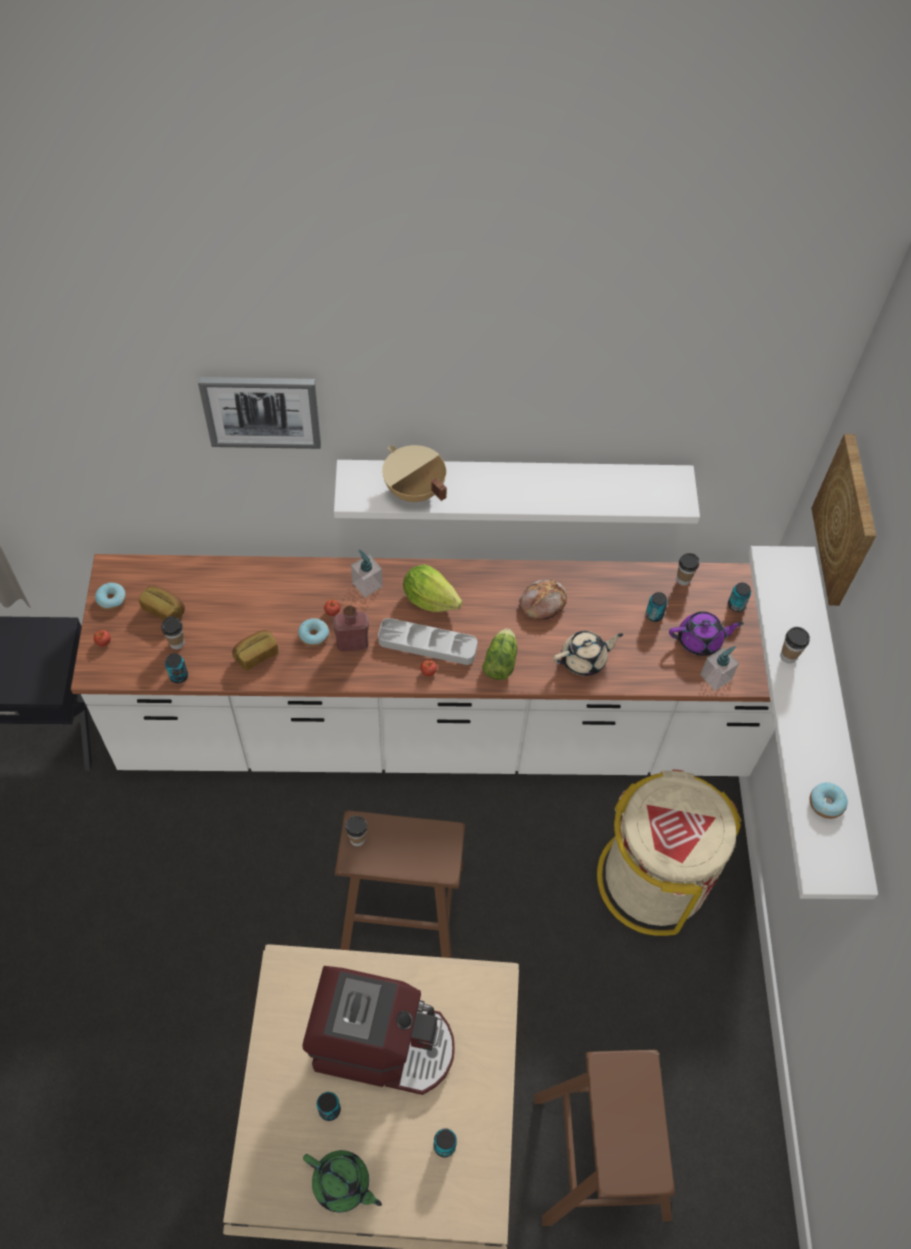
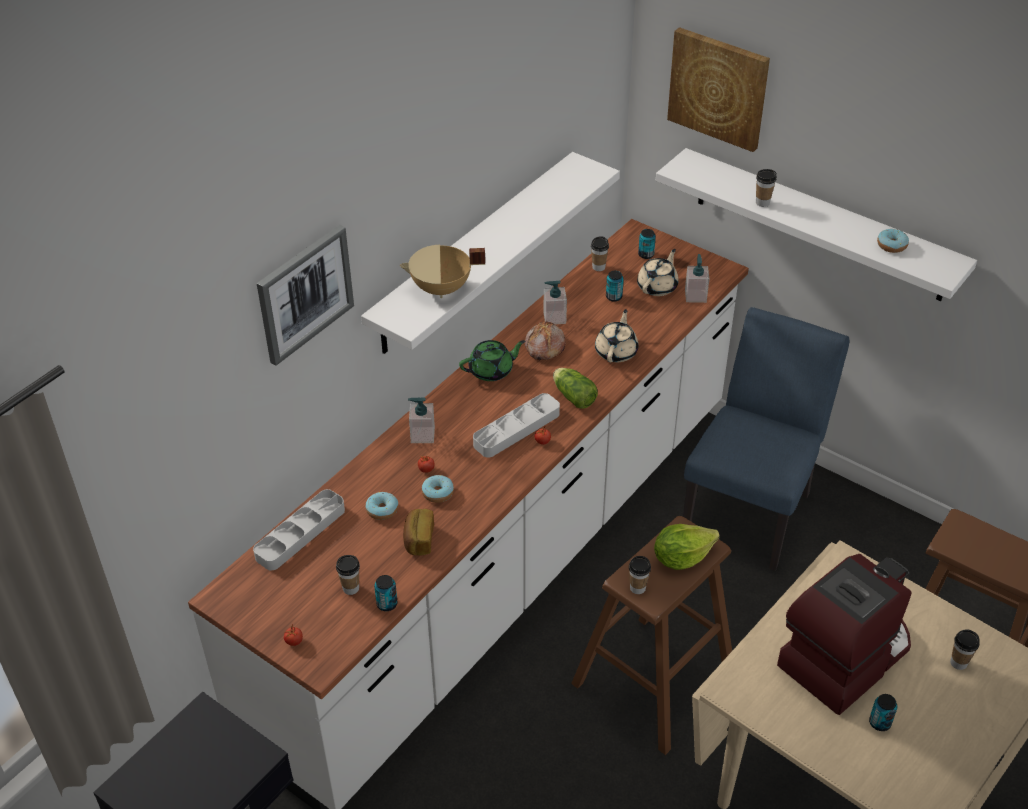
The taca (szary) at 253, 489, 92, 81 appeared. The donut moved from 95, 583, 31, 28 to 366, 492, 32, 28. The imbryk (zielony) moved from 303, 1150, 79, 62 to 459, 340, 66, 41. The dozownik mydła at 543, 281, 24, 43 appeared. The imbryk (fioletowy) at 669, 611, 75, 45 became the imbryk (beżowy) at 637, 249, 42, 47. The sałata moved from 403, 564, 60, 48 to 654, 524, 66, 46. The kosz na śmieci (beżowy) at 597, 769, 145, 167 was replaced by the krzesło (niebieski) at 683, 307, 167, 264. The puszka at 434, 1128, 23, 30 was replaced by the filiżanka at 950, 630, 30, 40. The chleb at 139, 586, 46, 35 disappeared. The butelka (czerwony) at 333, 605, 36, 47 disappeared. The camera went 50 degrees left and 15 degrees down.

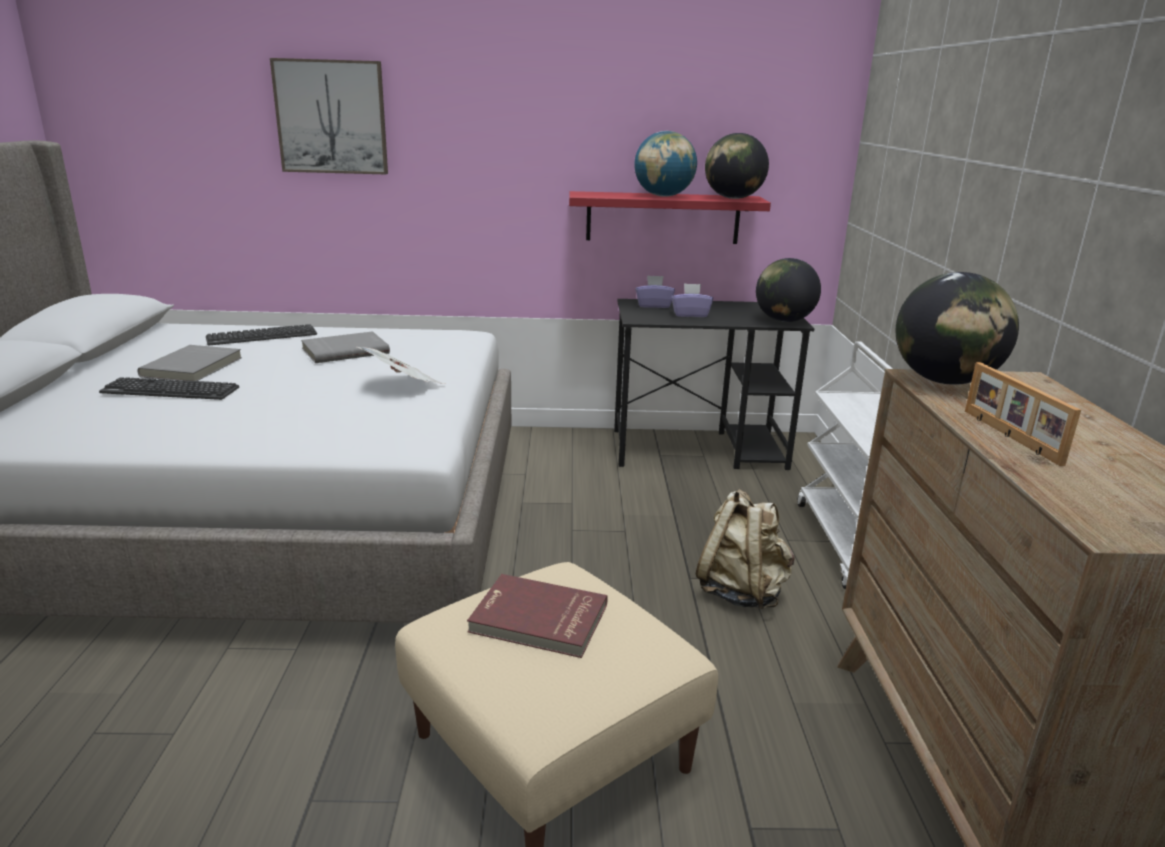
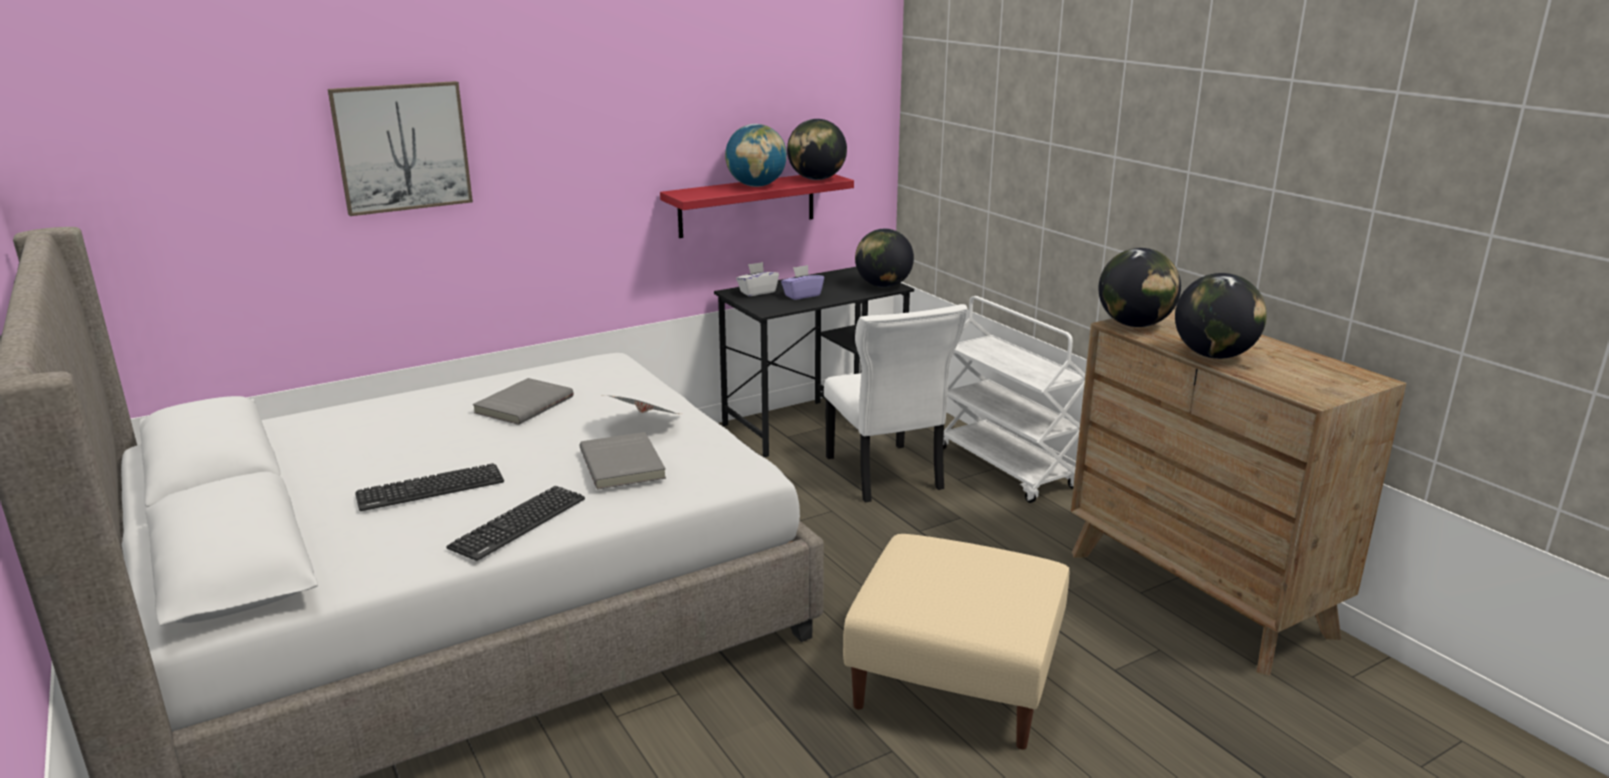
The klawiatura moved from 206, 324, 111, 21 to 446, 486, 139, 75. The książka (szary) moved from 137, 345, 105, 36 to 580, 432, 86, 57. The pudełko chusteczek (fioletowy) at 635, 275, 40, 33 became the pudełko chusteczek (biały) at 736, 262, 43, 34. The krzesło (biały) at 824, 304, 144, 199 appeared. The ramka na zdjęcie at 965, 362, 116, 104 was replaced by the globus at 1175, 273, 92, 86. The książka (czerwony) at 467, 574, 141, 84 disappeared. The plecak (beżowy) at 696, 489, 99, 120 disappeared. The camera went 30 degrees left and 0 degrees up.

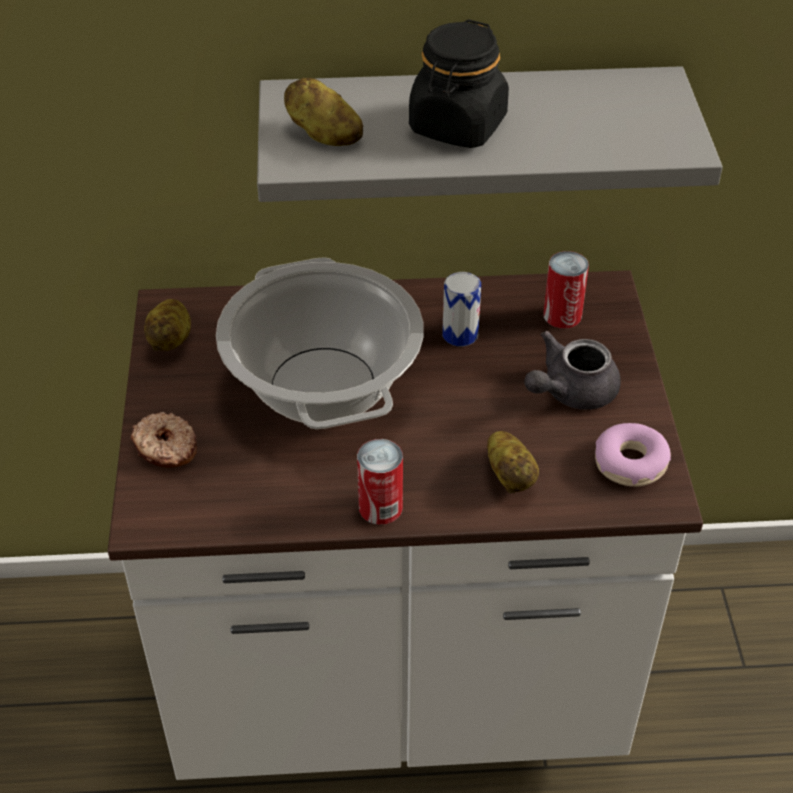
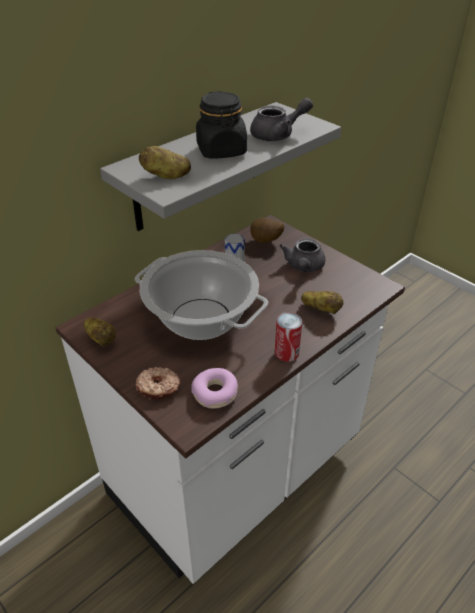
The donut moved from 595, 423, 76, 64 to 191, 368, 47, 40. The imbryk (szary) at 250, 98, 63, 43 appeared. The puszka at 543, 251, 46, 78 was replaced by the ziemniak at 250, 218, 34, 25. The camera went 40 degrees left and 5 degrees down.

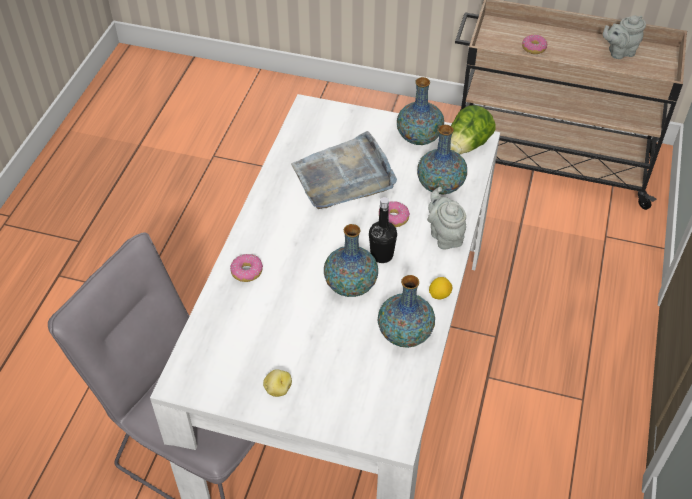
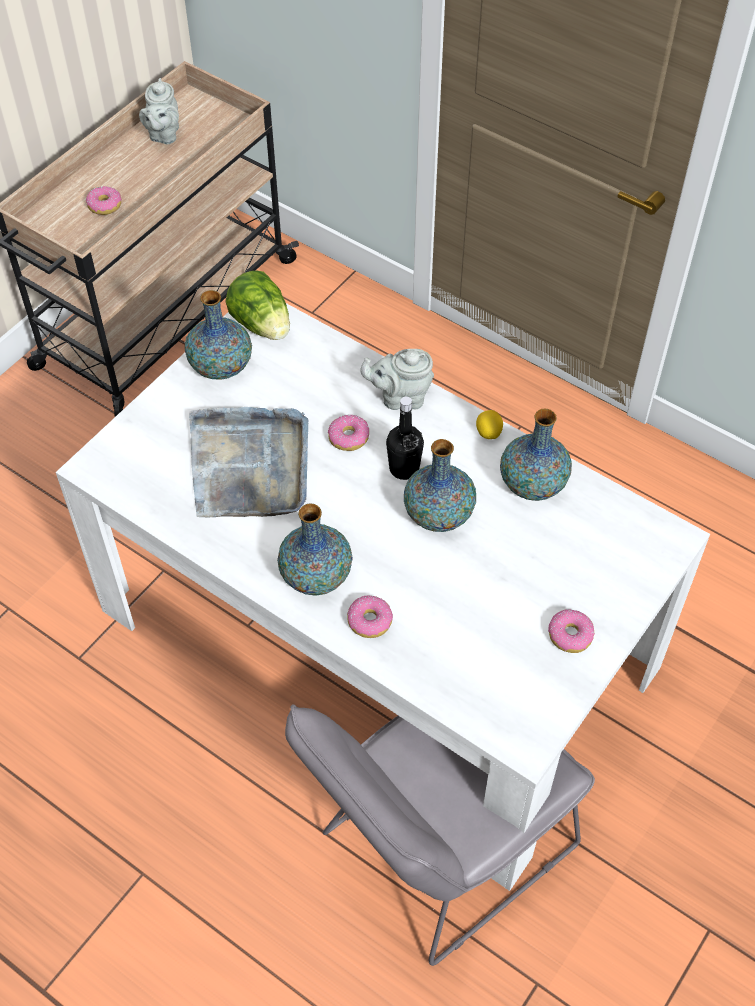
The wazon moved from 417, 125, 50, 70 to 277, 503, 76, 93. The ziemniak at 263, 369, 29, 28 was replaced by the donut at 548, 609, 47, 44. The camera went 70 degrees left and 5 degrees up.

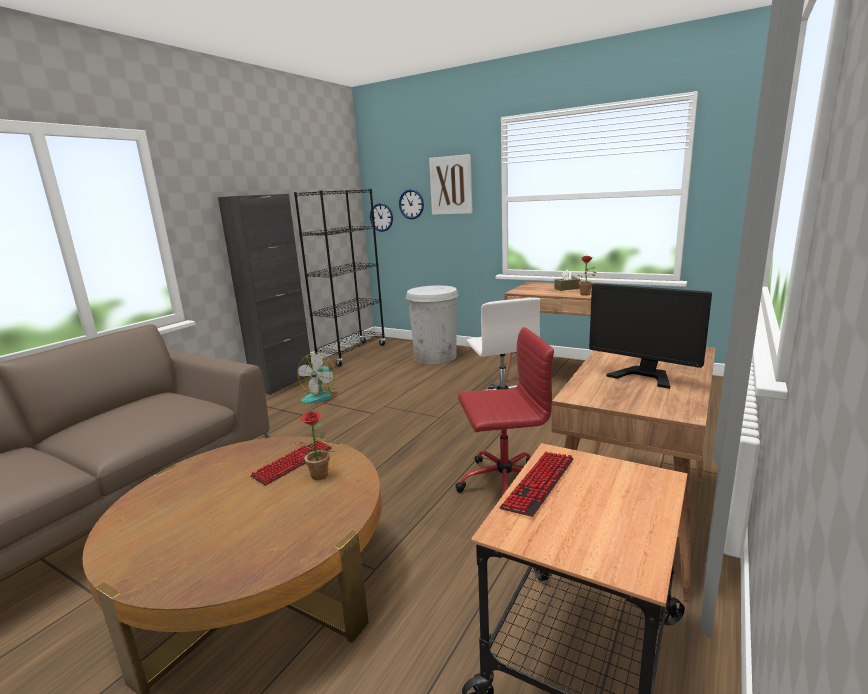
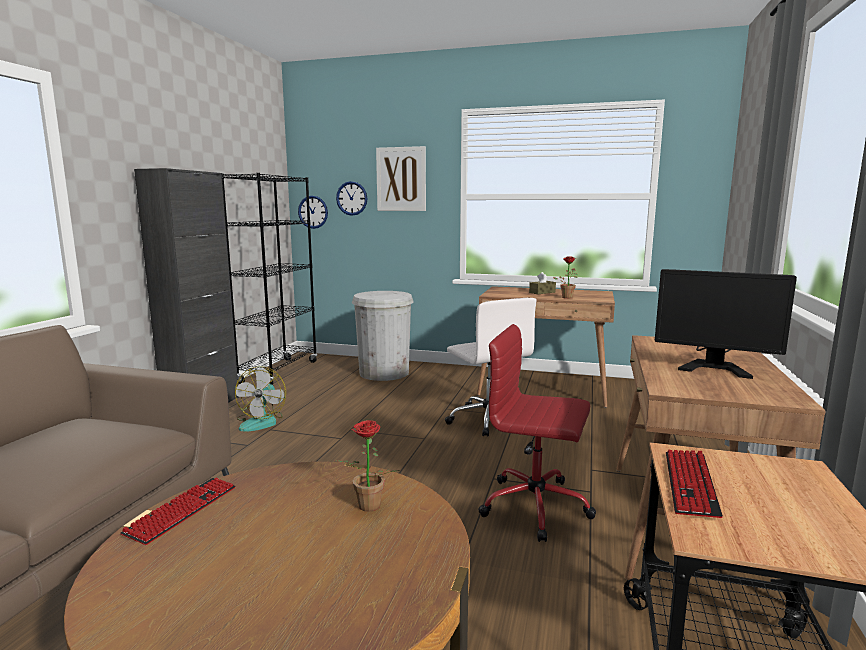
The klawiatura moved from 250, 441, 82, 45 to 120, 478, 116, 67. The krzesło biurowe (czerwony) at 455, 327, 99, 168 turned 135 degrees counterclockwise. The camera went 15 degrees left and 5 degrees down.

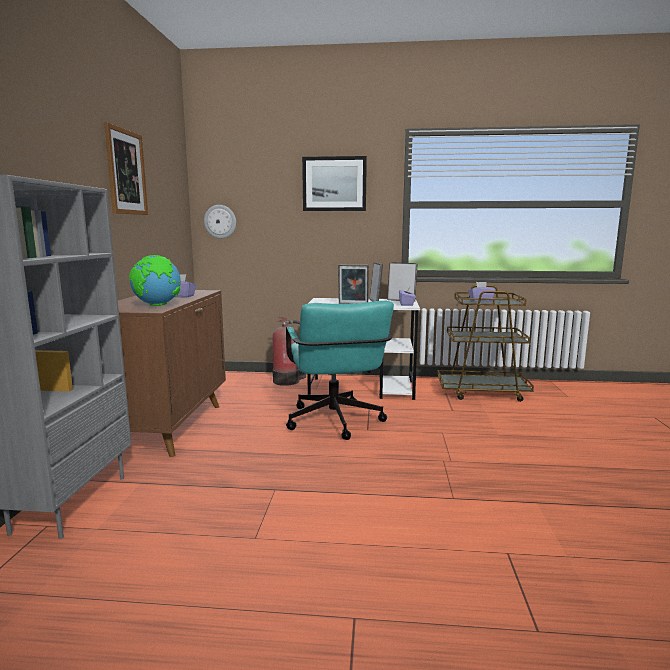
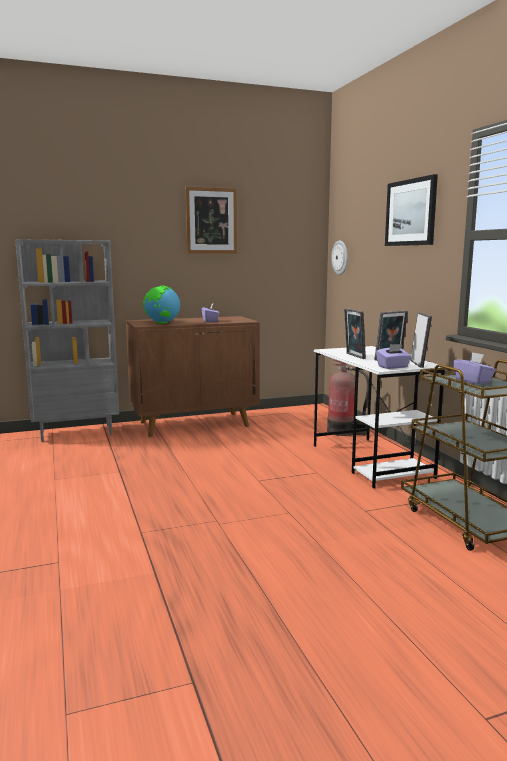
The krzesło biurowe (turkusowy) at 286, 301, 108, 139 disappeared. The camera went 65 degrees right and 0 degrees up.

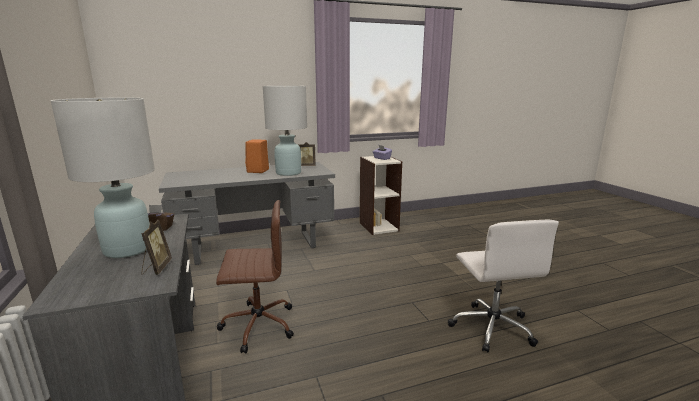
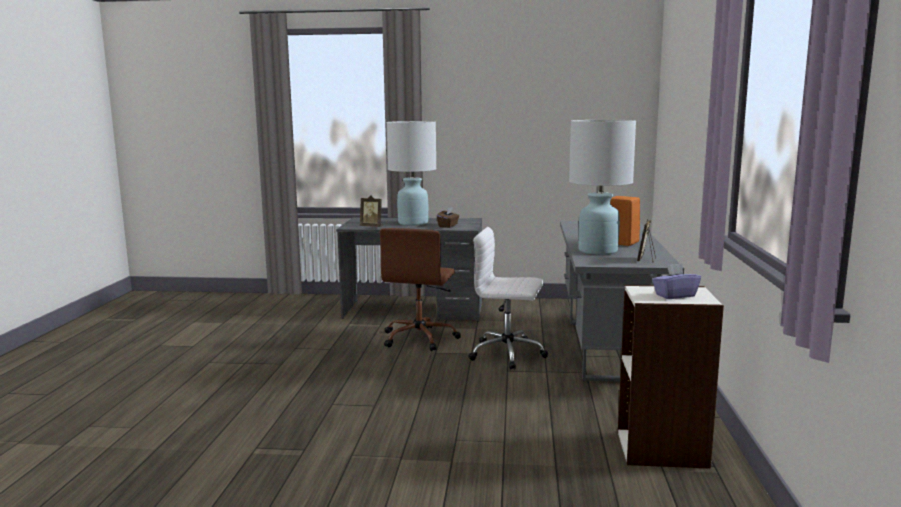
The krzesło biurowe (biały) moved from 448, 220, 111, 133 to 468, 227, 80, 143. The camera went 115 degrees right and 5 degrees down.

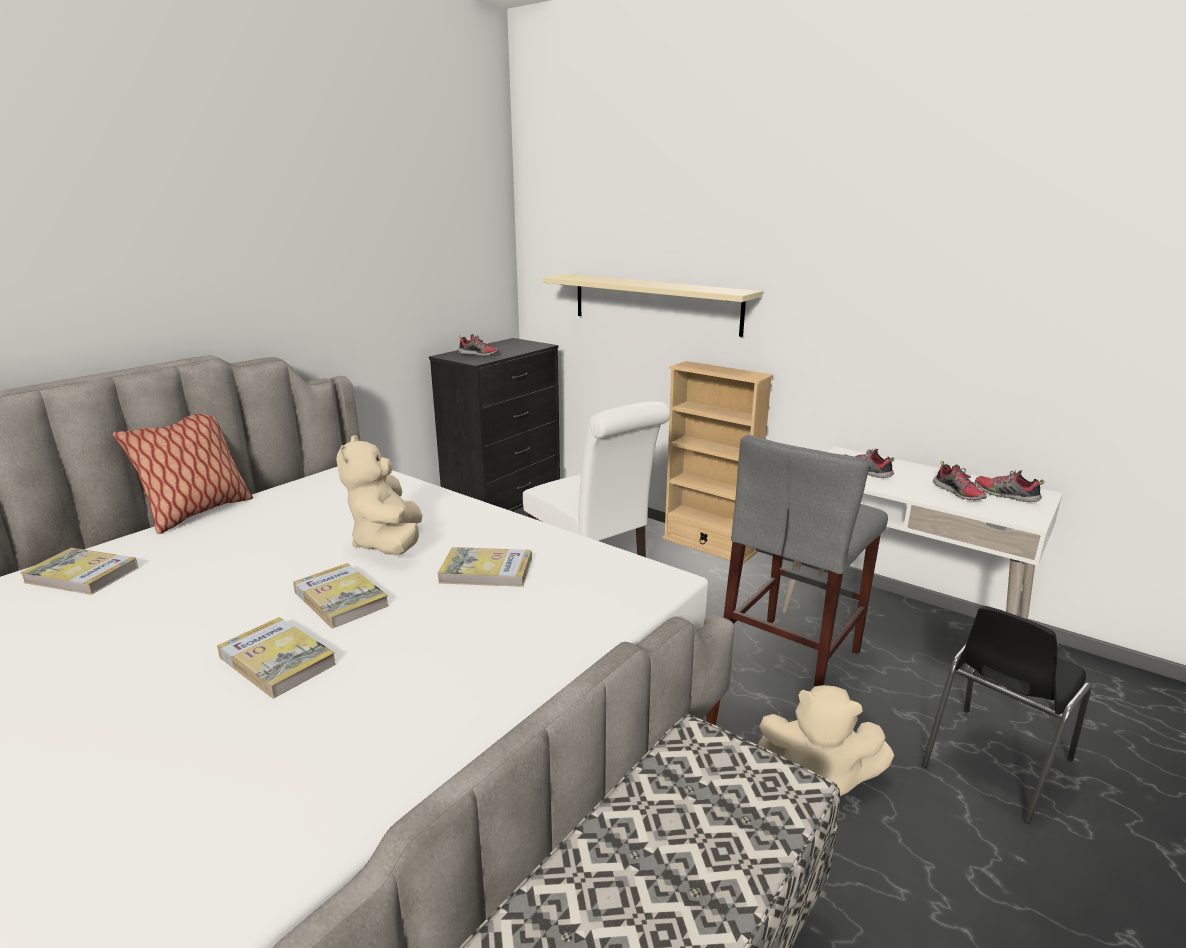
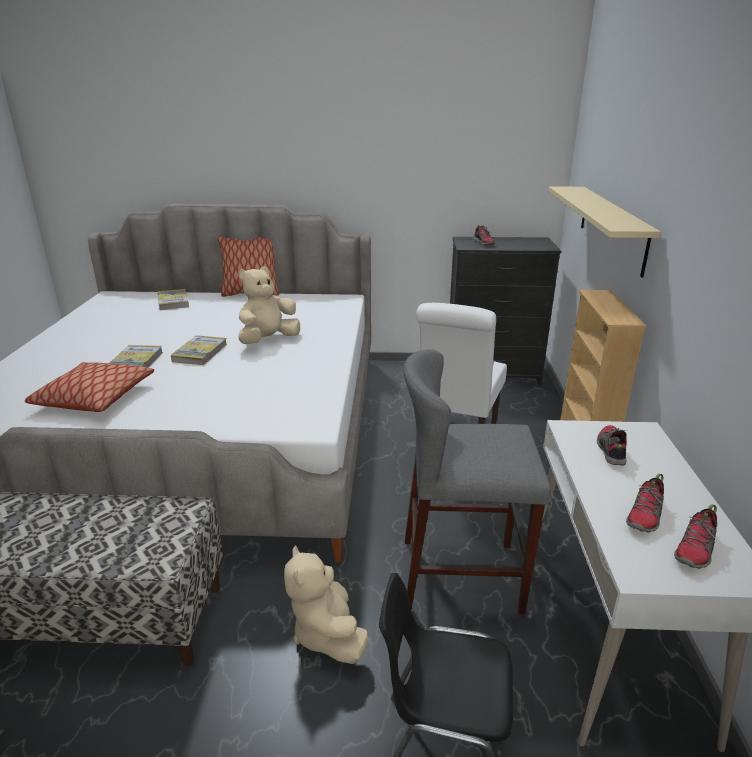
The poduszka at 25, 362, 129, 50 appeared. The but at 975, 470, 70, 32 turned 150 degrees counterclockwise. The książka at 438, 547, 94, 40 disappeared. The camera went 55 degrees right and 5 degrees up.

